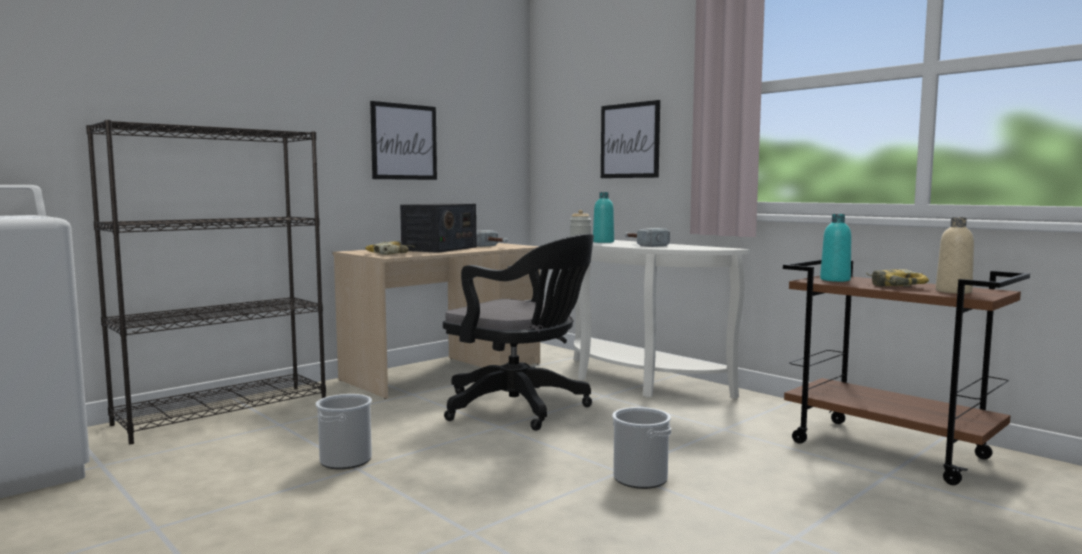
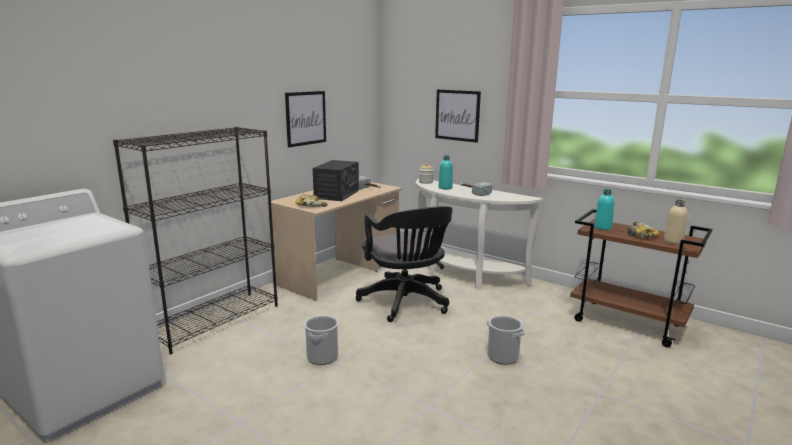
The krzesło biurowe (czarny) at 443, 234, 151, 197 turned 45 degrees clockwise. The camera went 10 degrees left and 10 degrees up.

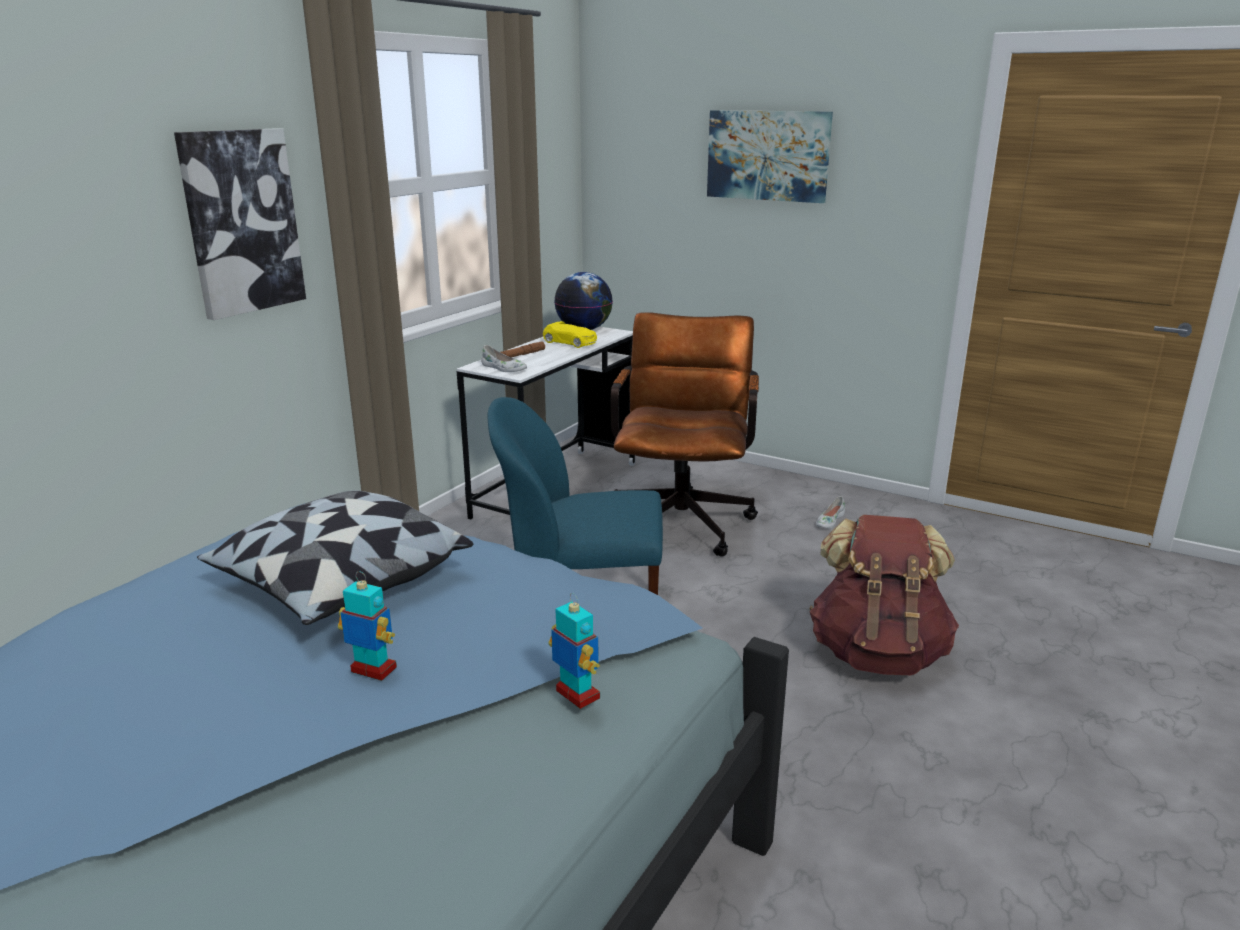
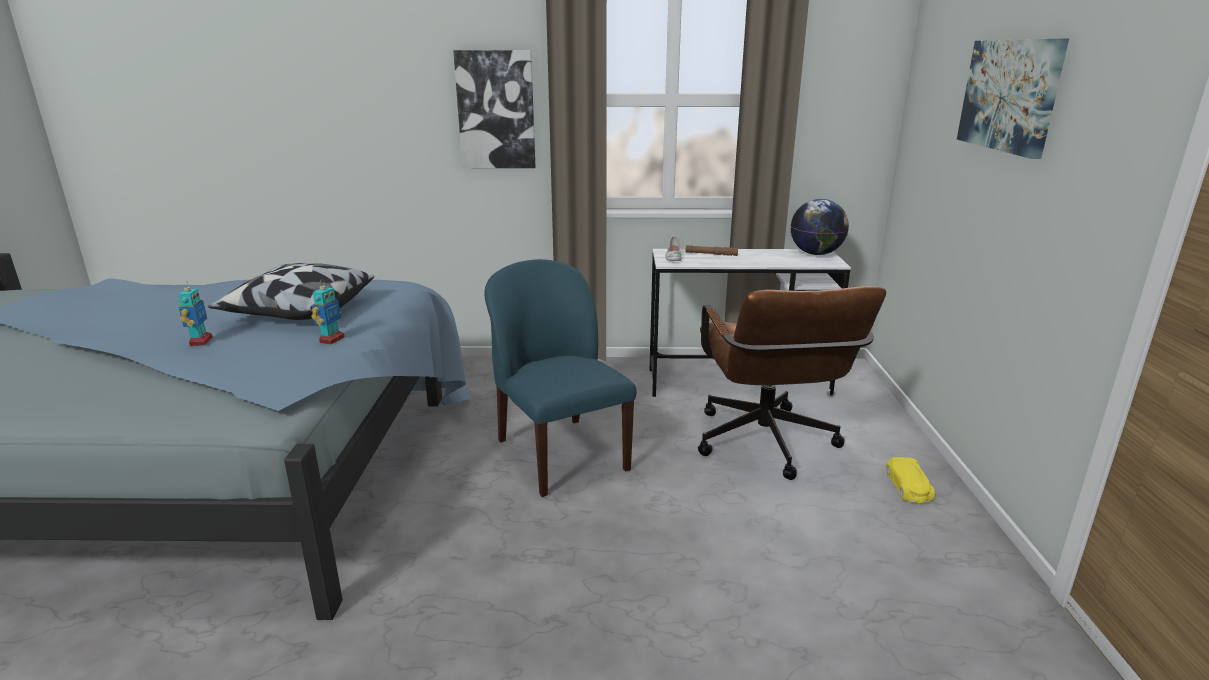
The robot zabawkowy moved from 549, 593, 51, 116 to 311, 280, 34, 64. The krzesło biurowe (brązowy) at 611, 312, 148, 244 turned 105 degrees clockwise. The samochodzik (żółty) moved from 543, 321, 54, 27 to 886, 457, 49, 46. The plecak (brązowy) at 809, 515, 150, 160 disappeared. The but (biały) at 816, 496, 29, 33 disappeared. The camera went 60 degrees right and 0 degrees up.

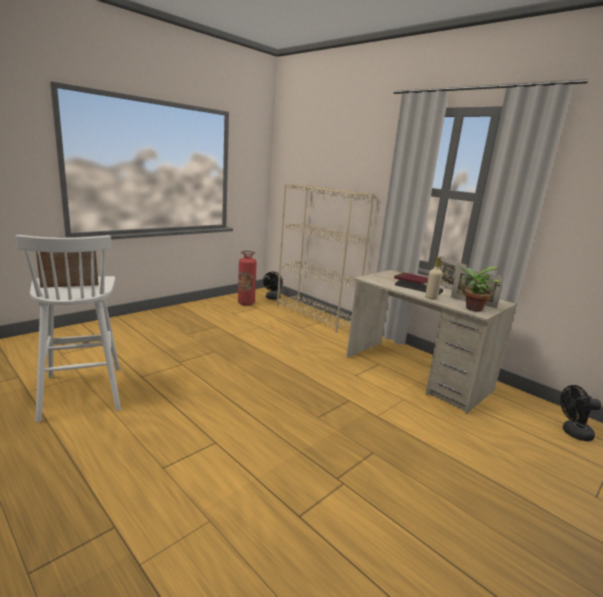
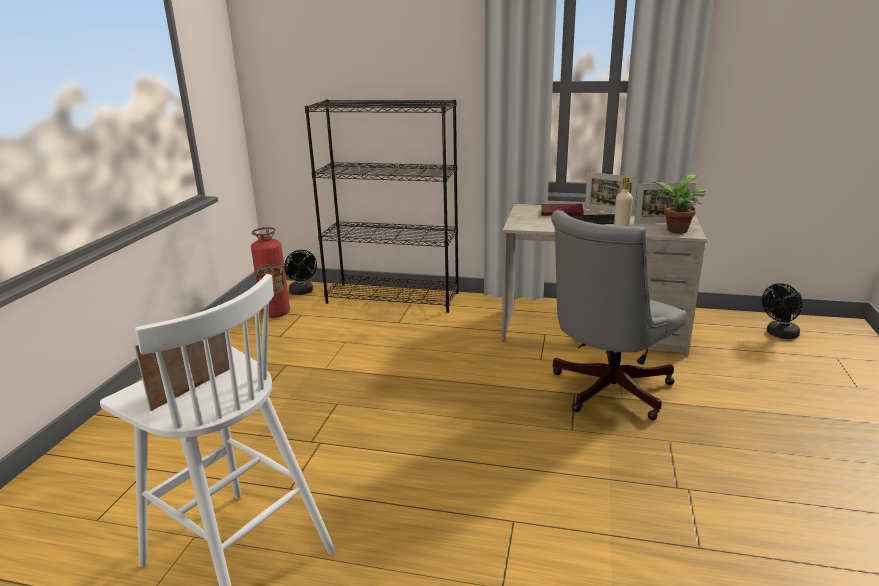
The regał (beżowy) at 277, 184, 98, 149 became the regał (czarny) at 305, 100, 154, 213. The krzesło biurowe (szary) at 551, 210, 136, 210 appeared. The camera went 30 degrees left and 5 degrees up.

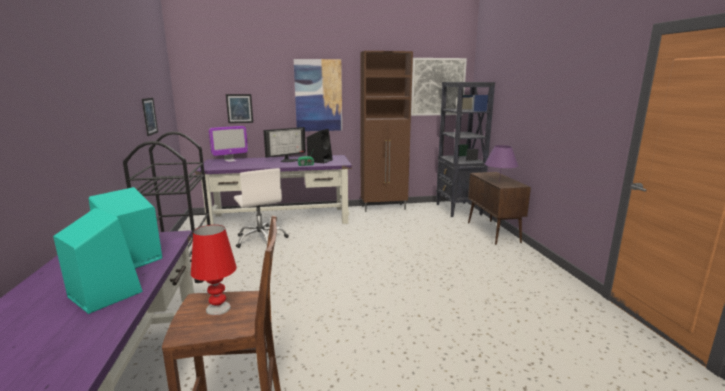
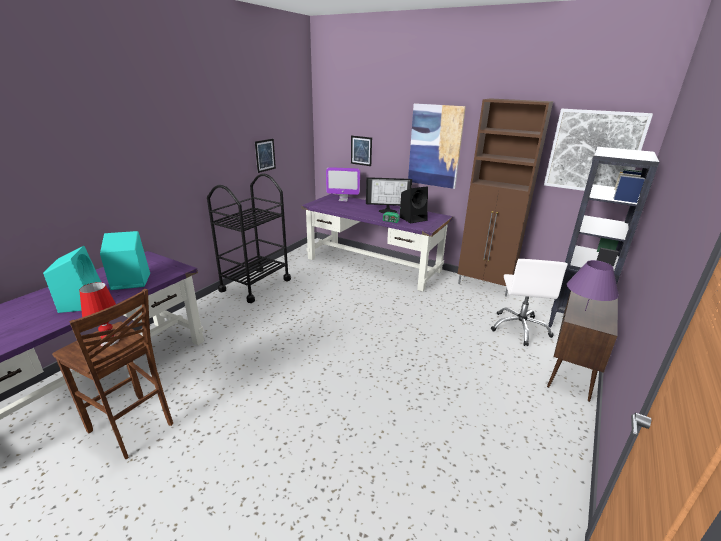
The krzesło biurowe (biały) moved from 234, 168, 55, 80 to 491, 259, 77, 87. The camera went 40 degrees right and 10 degrees up.

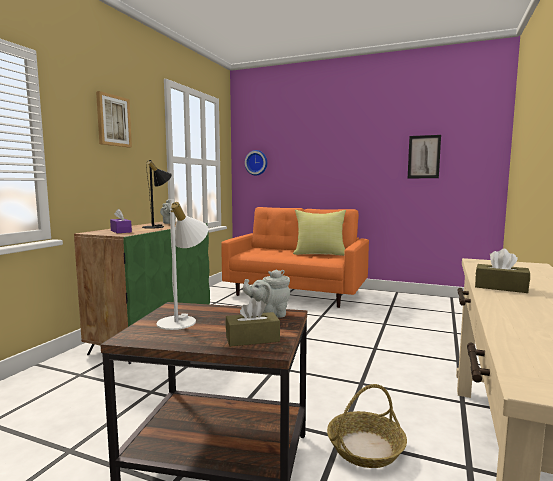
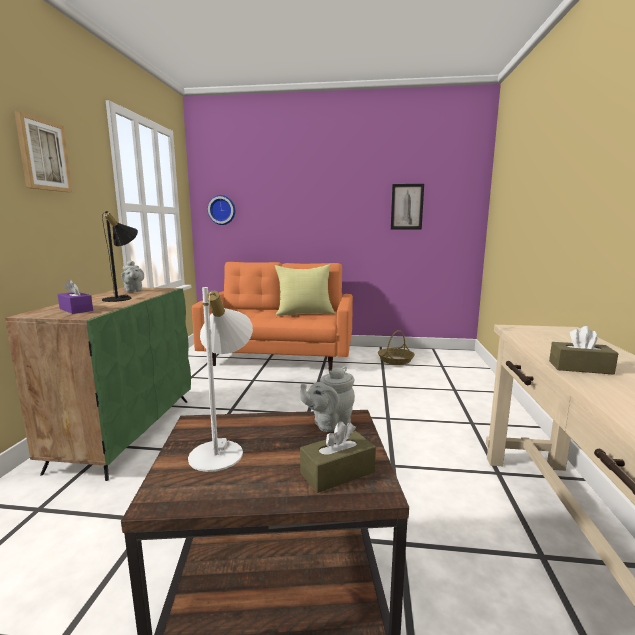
The koszyk moved from 327, 384, 80, 84 to 378, 330, 37, 35. The camera went 15 degrees left and 5 degrees up.

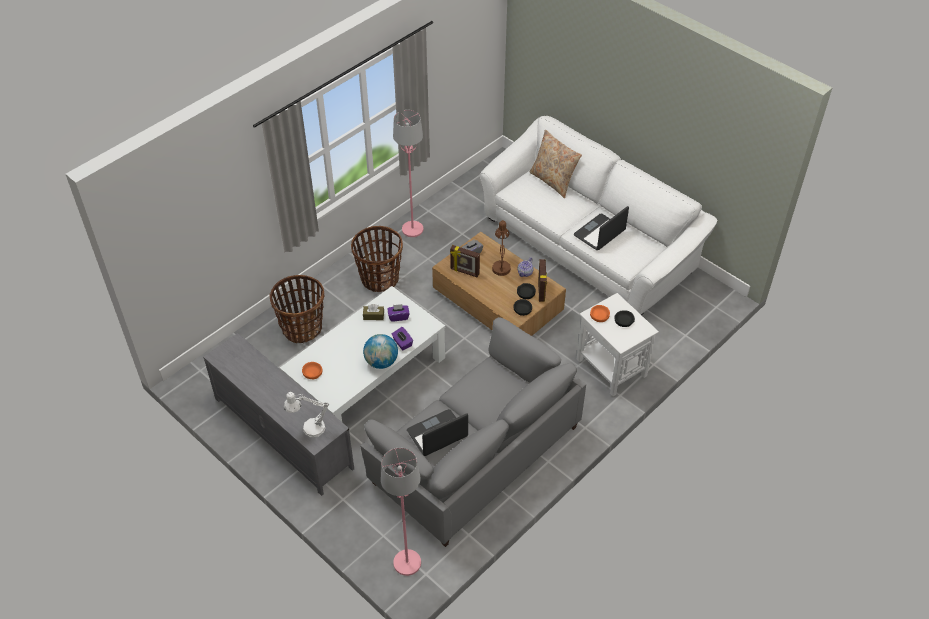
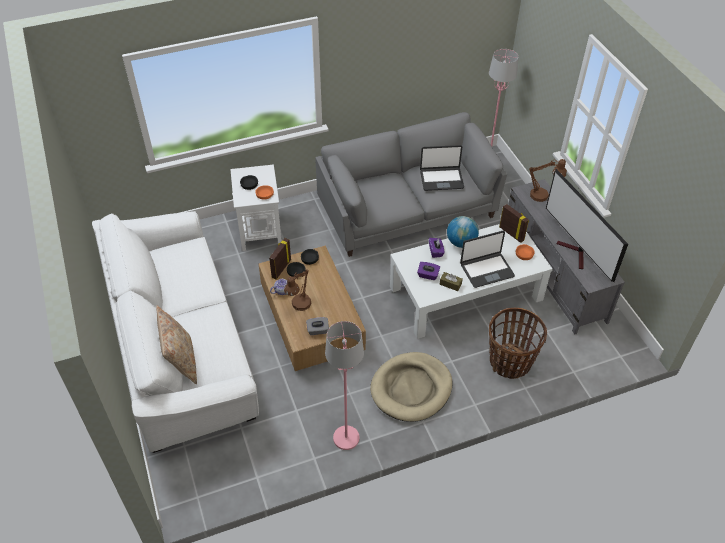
The koszyk at 351, 226, 52, 66 was replaced by the legowisko (beżowy) at 370, 352, 82, 70. The laptop moved from 574, 206, 55, 44 to 460, 231, 55, 57. The ramka na zdjęcie moved from 450, 245, 30, 33 to 499, 204, 30, 39. The lampa stołowa (biały) at 284, 392, 45, 46 became the lampa stołowa (brązowy) at 529, 159, 38, 43. The telewizor at 546, 169, 82, 113 appeared. The camera went 155 degrees left and 0 degrees up.

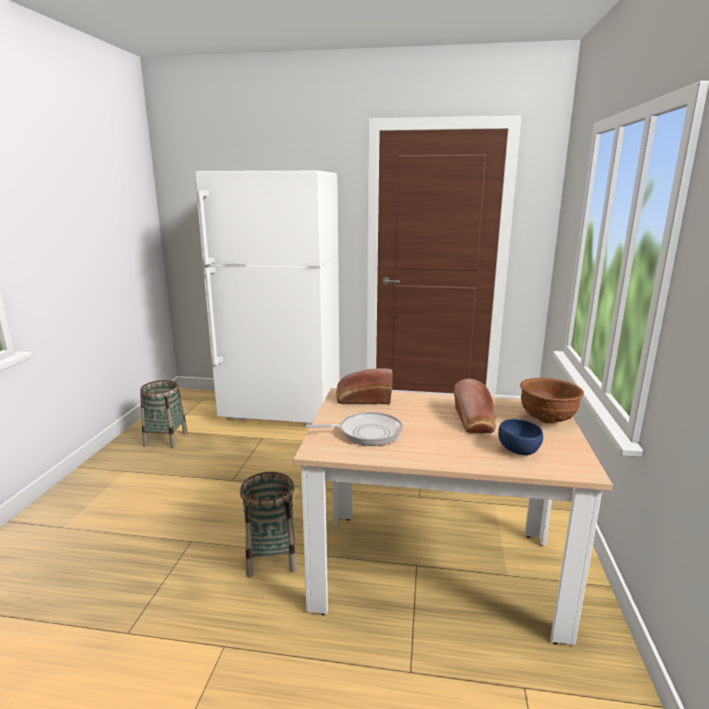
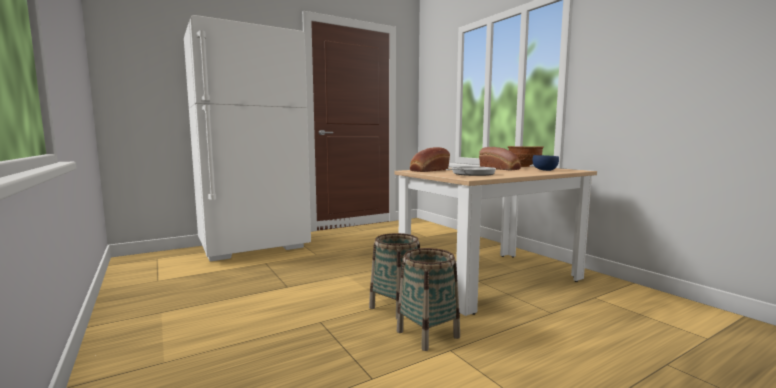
The koszyk moved from 140, 380, 48, 68 to 397, 248, 63, 103. The camera went 40 degrees left and 10 degrees down.

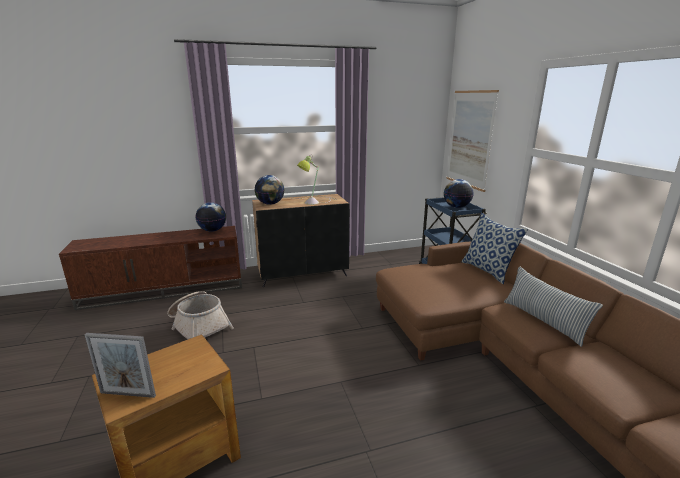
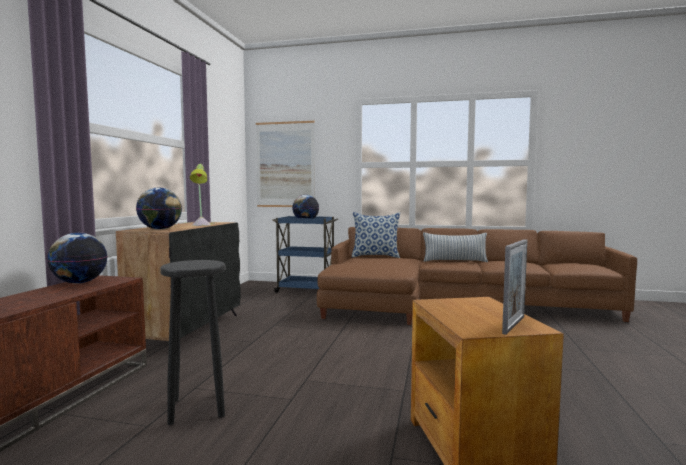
The koszyk at 167, 291, 66, 48 was replaced by the stołek (czarny) at 160, 260, 66, 165. The camera went 60 degrees left and 15 degrees down.

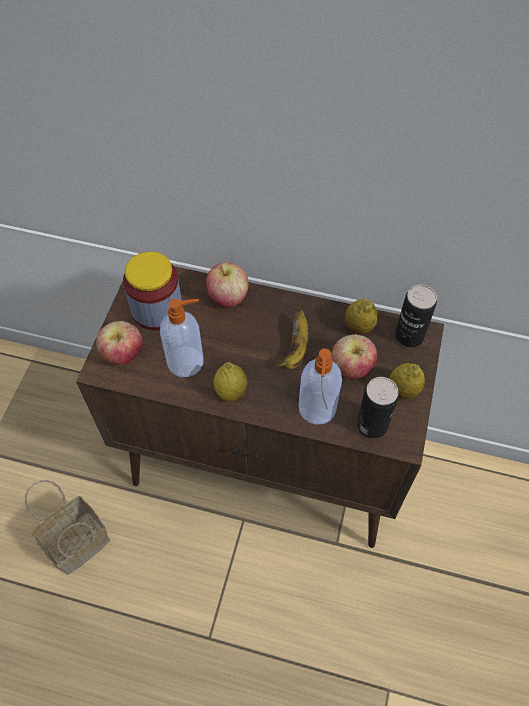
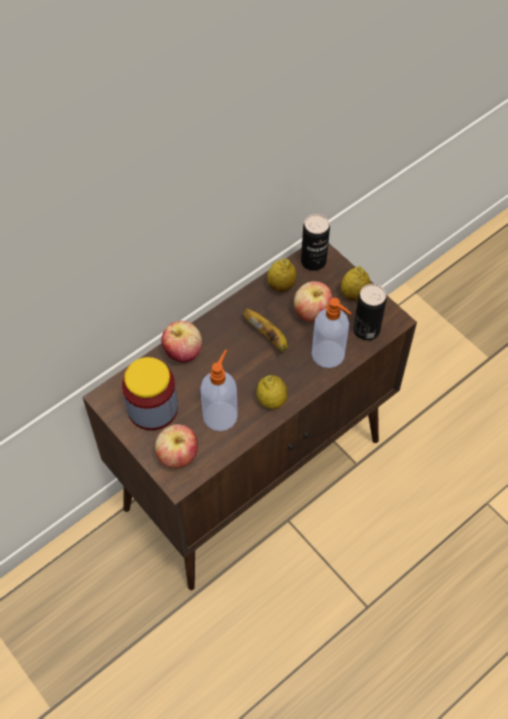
The koszyk at 25, 480, 85, 95 disappeared. The camera went 55 degrees left and 0 degrees up.

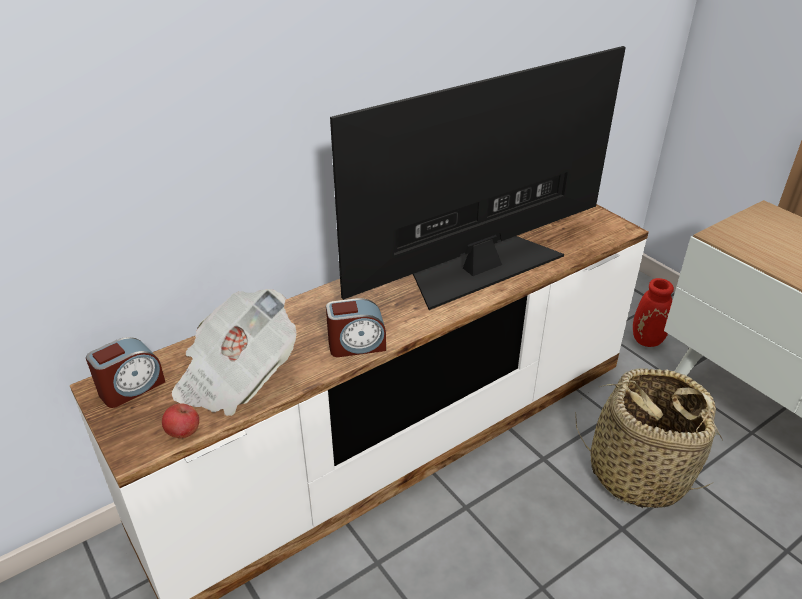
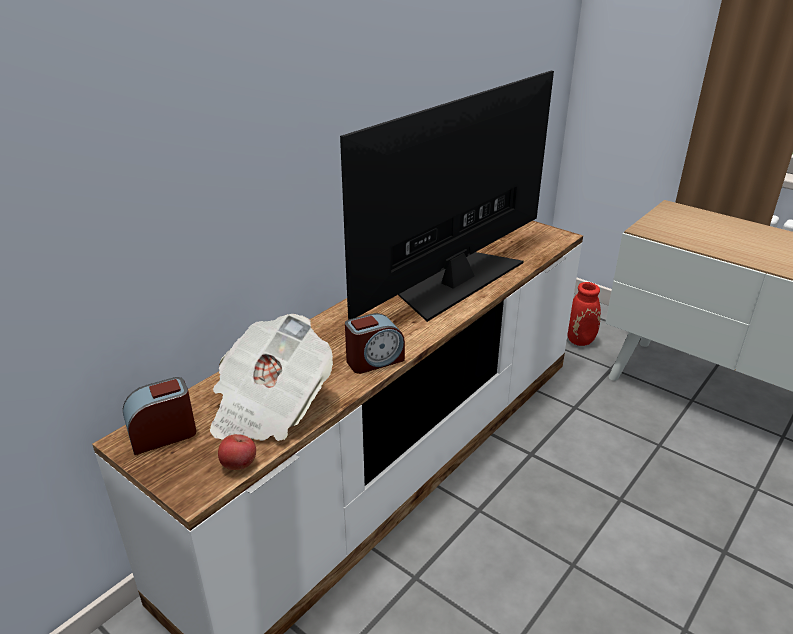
The budzik at 86, 337, 79, 71 turned 150 degrees counterclockwise. The koszyk at 576, 368, 147, 140 disappeared. The camera went 15 degrees left and 5 degrees down.

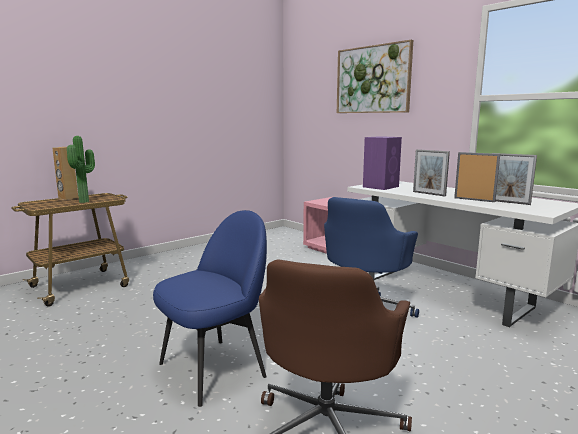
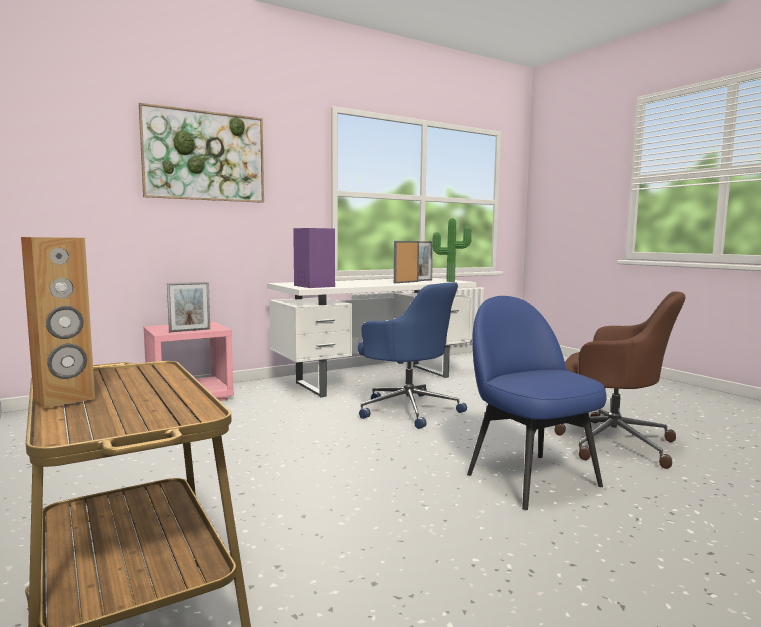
The ramka na zdjęcie moved from 413, 149, 37, 47 to 167, 282, 43, 50. The roślina doniczkowa moved from 67, 136, 28, 67 to 432, 218, 40, 64. The camera went 80 degrees left and 5 degrees down.

